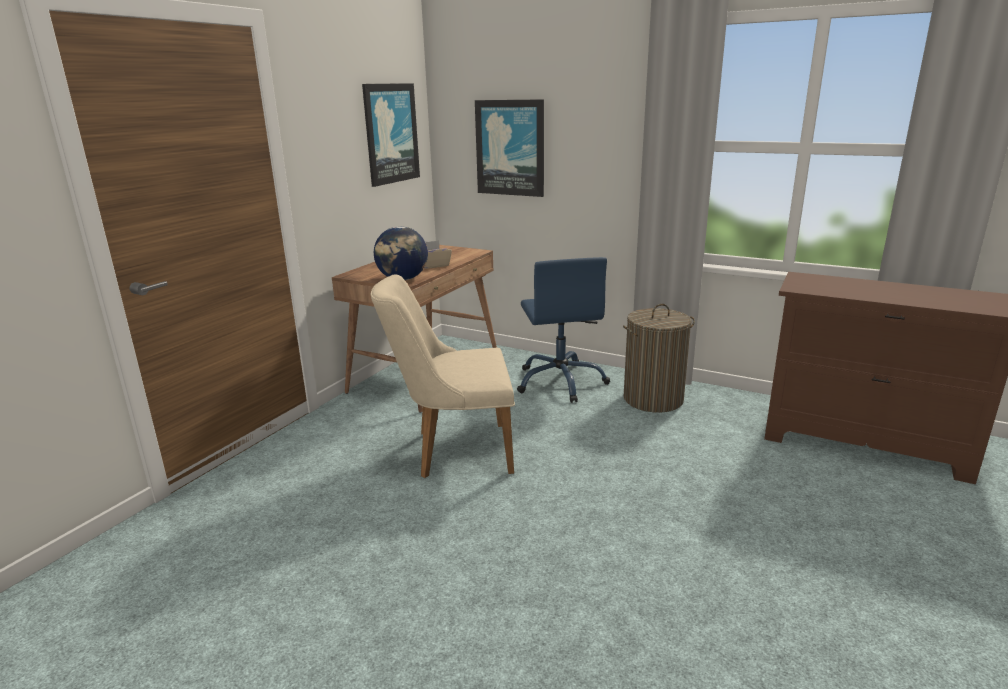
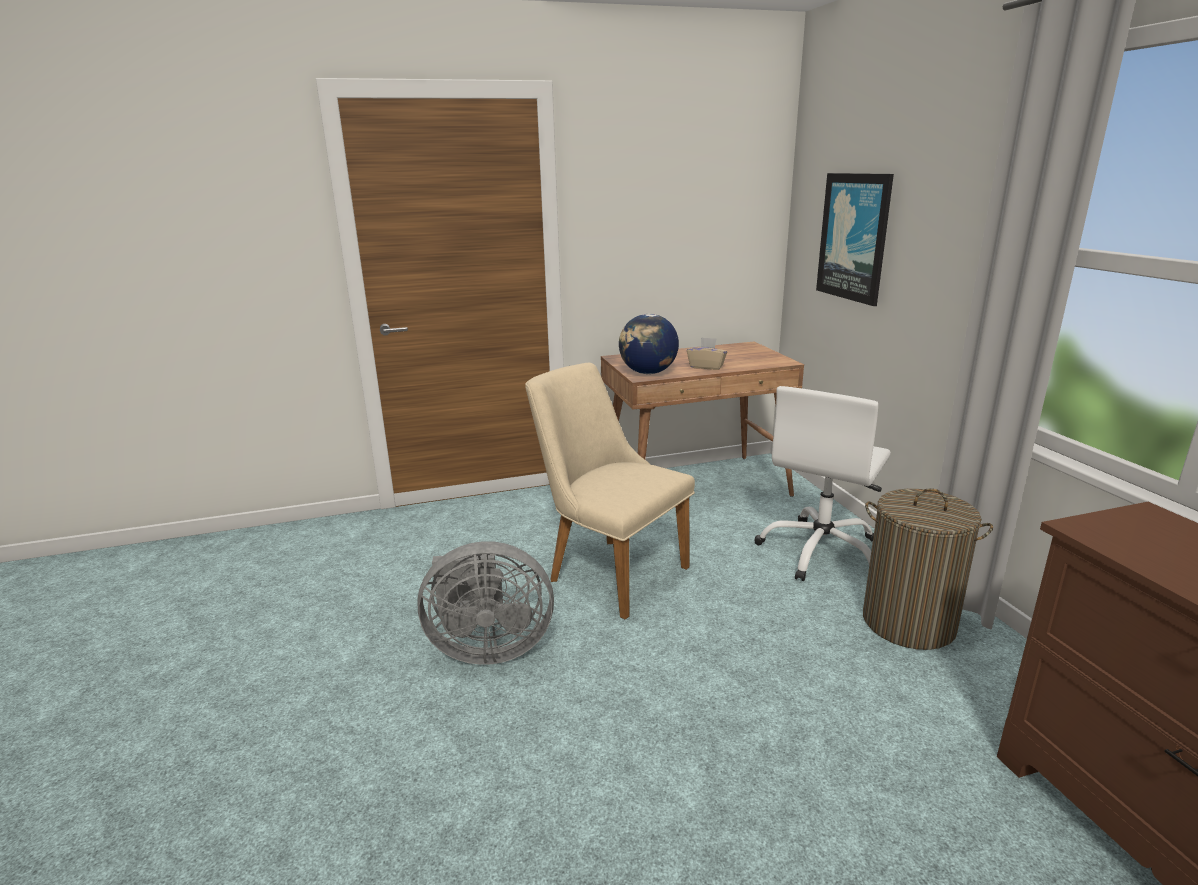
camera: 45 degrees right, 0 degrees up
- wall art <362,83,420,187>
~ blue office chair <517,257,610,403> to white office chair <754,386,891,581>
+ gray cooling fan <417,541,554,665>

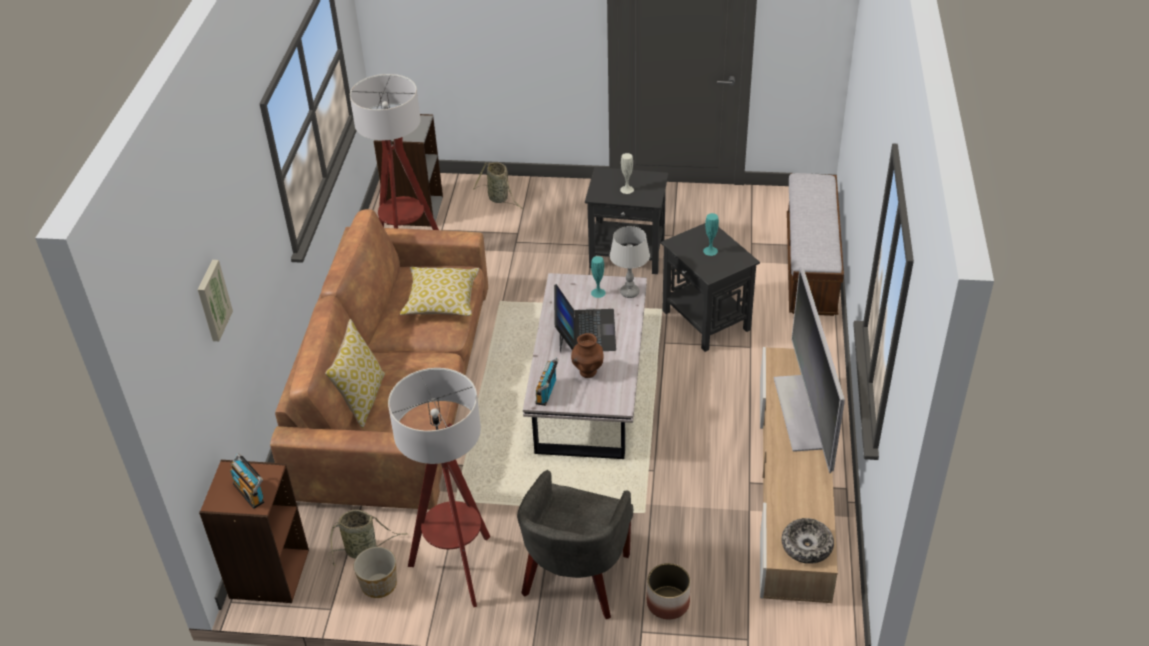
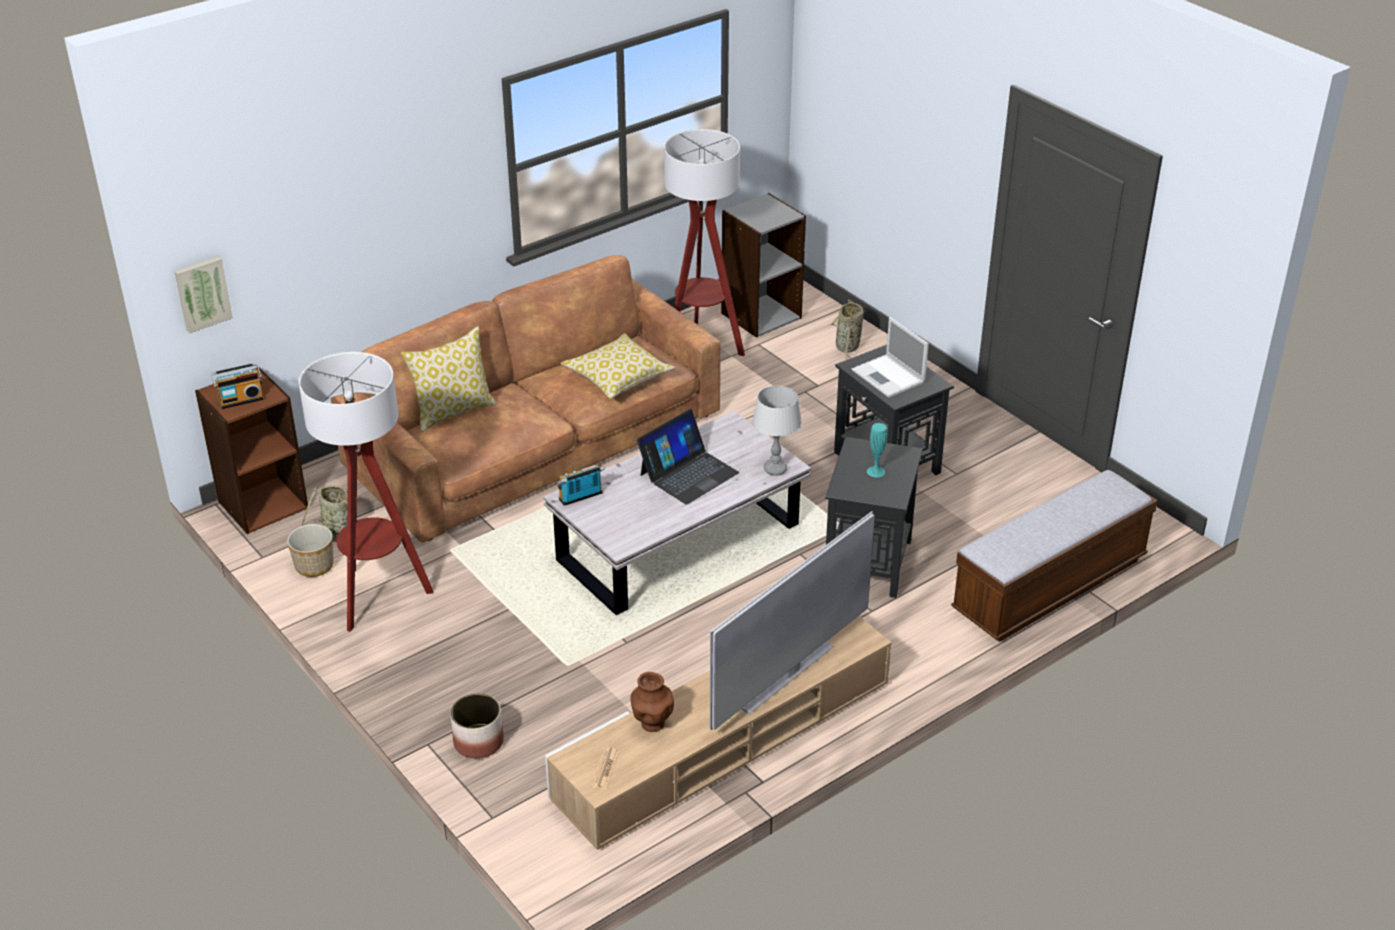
camera: 45 degrees right, 5 degrees down
~ white flower vase <620,153,634,194> to notebook computer <852,317,929,398>
- blue-green flower vase <591,256,606,298>
~ wall art <198,260,233,341> to <174,256,233,334>
~ brown-coloured flower vase <571,333,604,378> to <630,672,674,732>
~ radio <230,454,264,509> = <211,363,264,409> 120 degrees counterclockwise
- gray easy chair <517,470,633,619>
~ bowl <782,518,834,564> to newspaper <591,747,619,790>

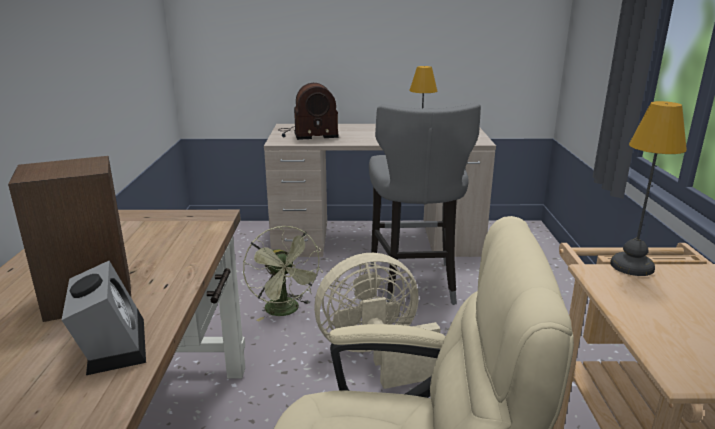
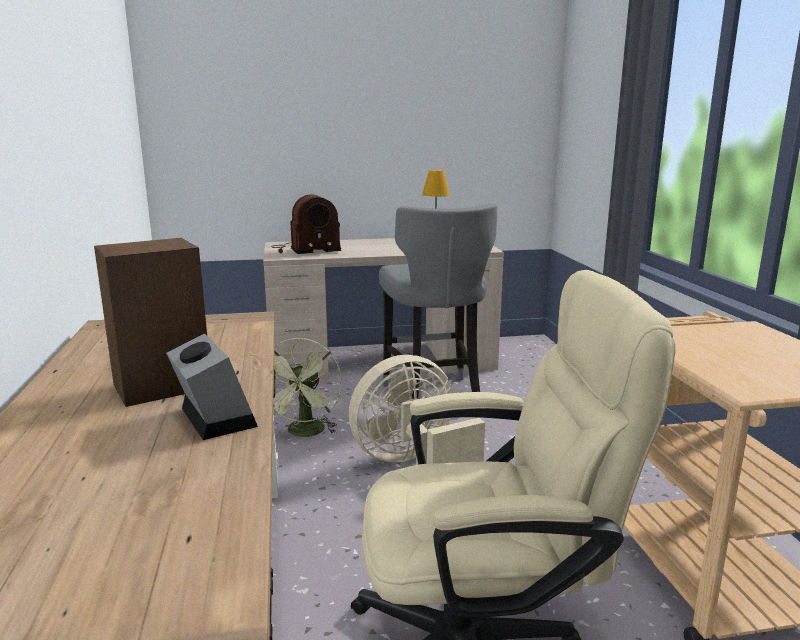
camera: 10 degrees left, 5 degrees down
- lamp for a table <610,101,687,276>
~ greenish cooling fan <243,226,323,322> = <273,338,342,437> 45 degrees clockwise

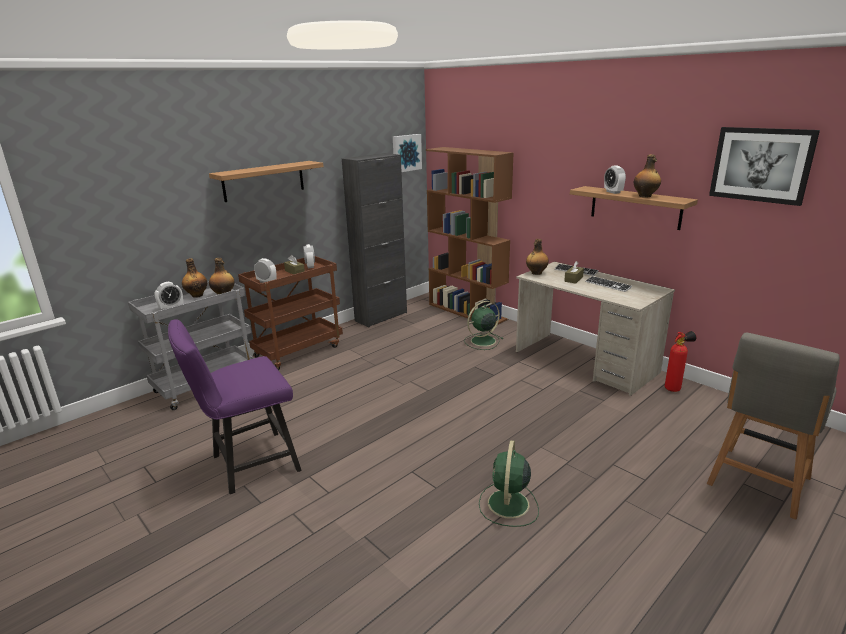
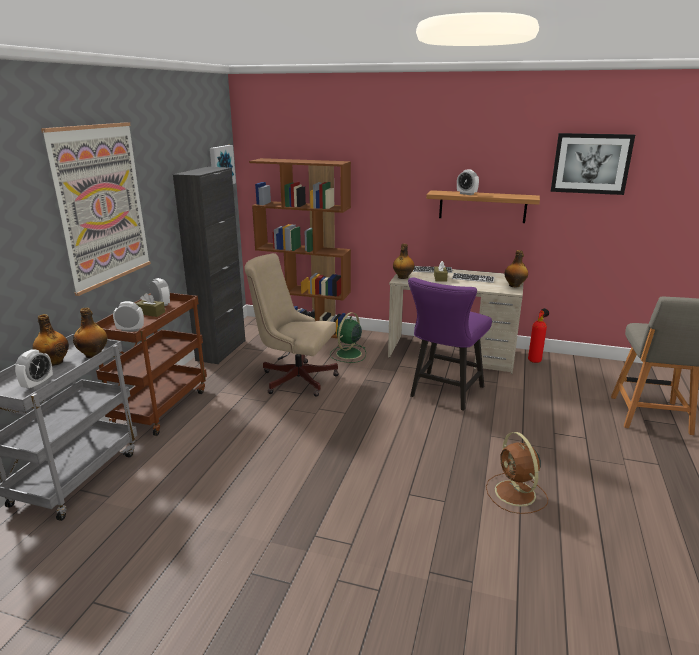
camera: 30 degrees left, 0 degrees up
~ drink bottle <634,155,661,198> to <504,250,528,288>
~ shelf <209,161,324,202> to wall art <41,122,151,296>
~ purplish upright chair <168,319,302,494> to <408,277,492,411>
~ greenish cooling fan <479,440,539,527> to brown-coloured cooling fan <486,432,548,514>
+ sand-coloured office chair <244,253,339,397>

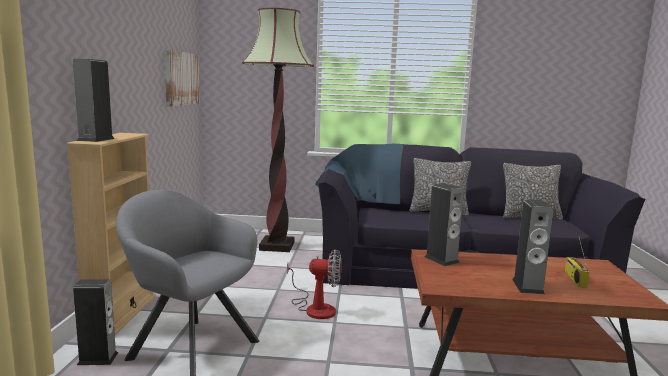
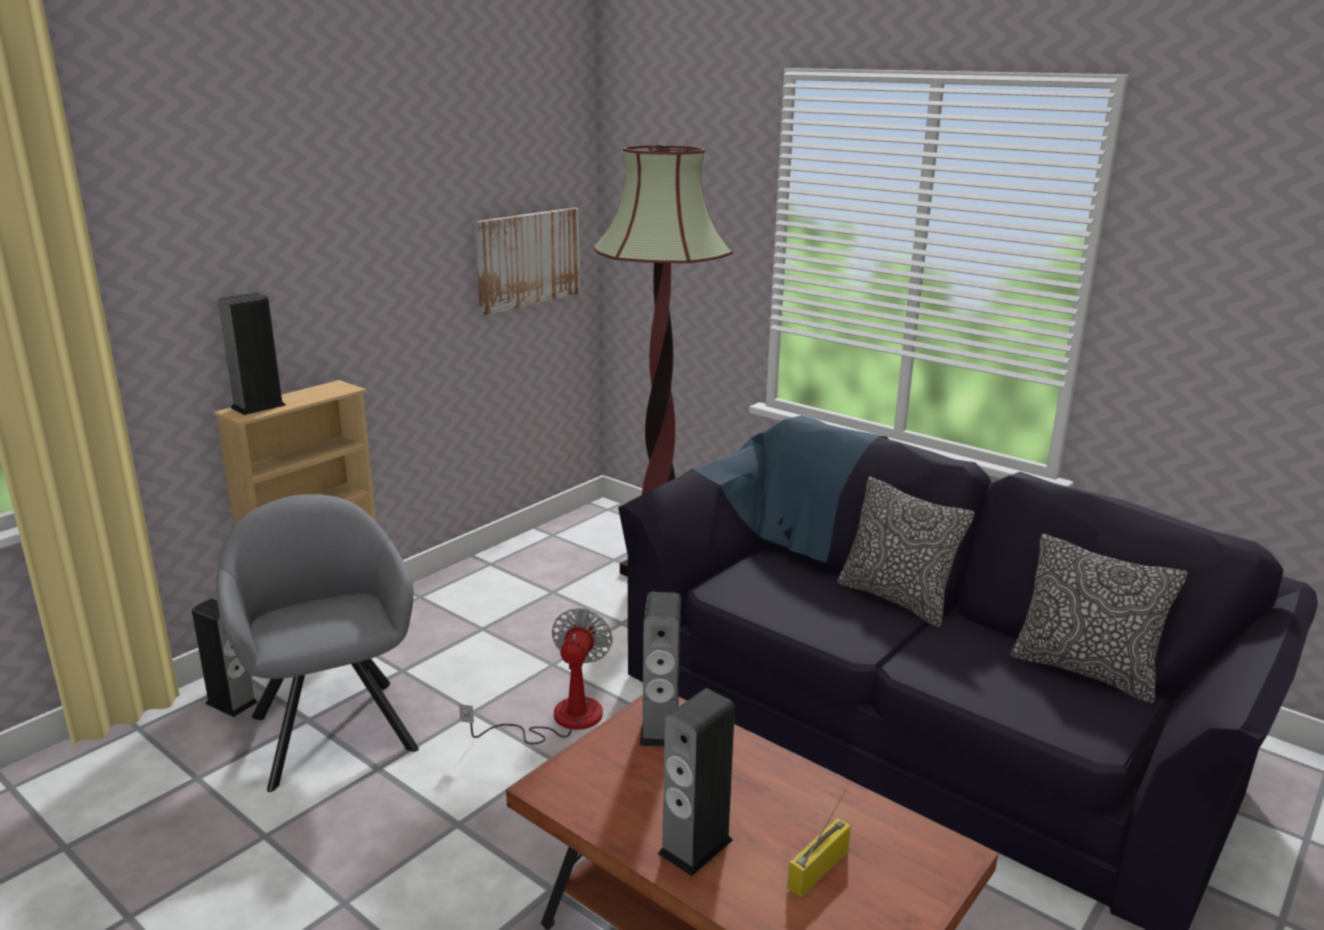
camera: 35 degrees right, 10 degrees up
~ cooling fan <287,249,342,319> = <459,608,613,744> 120 degrees counterclockwise

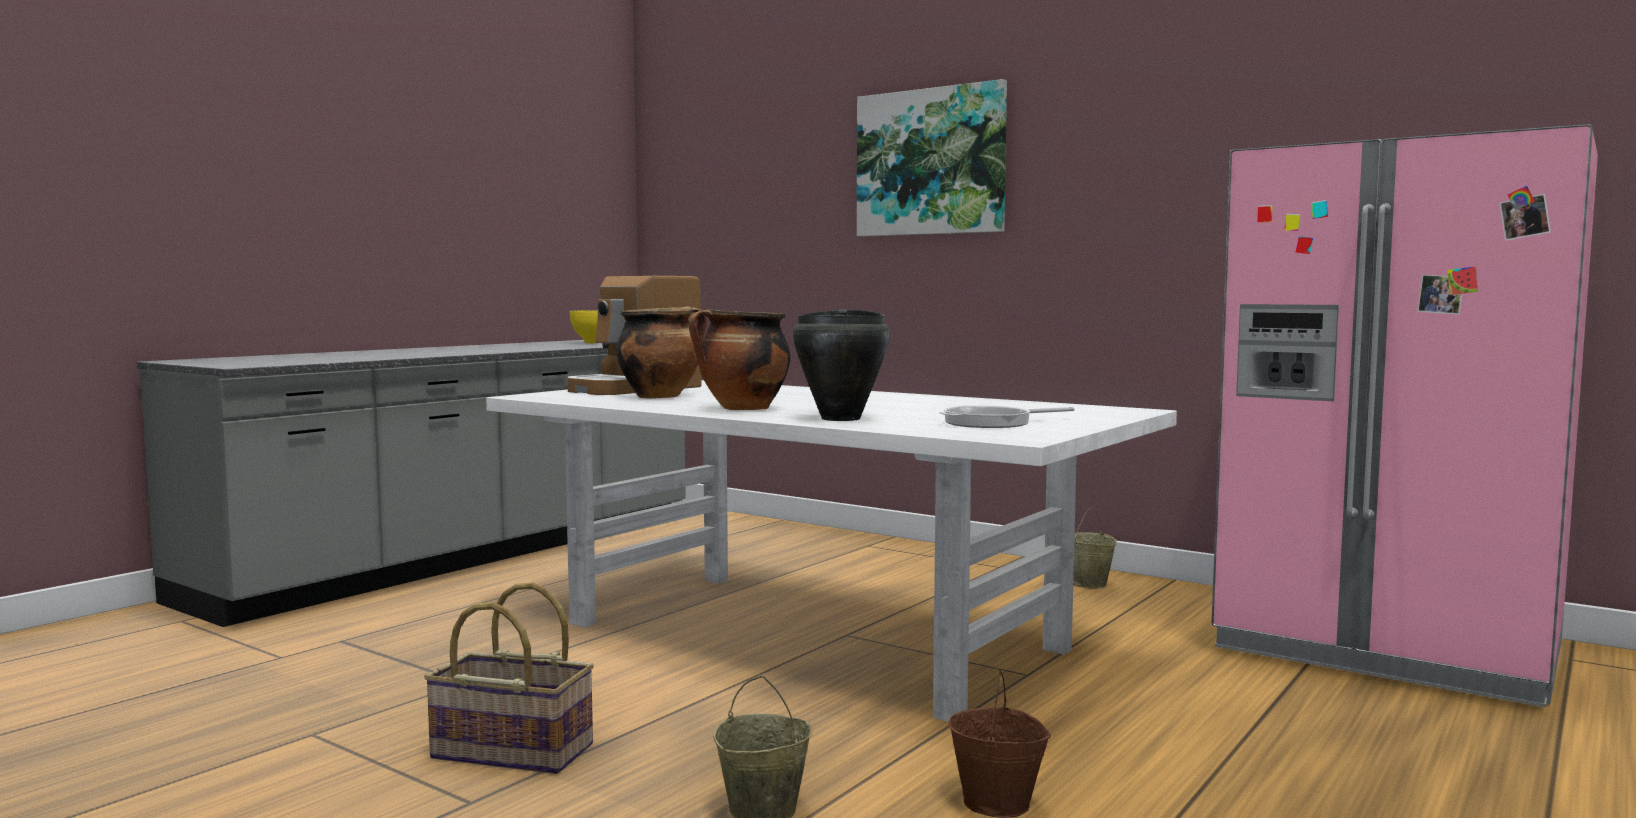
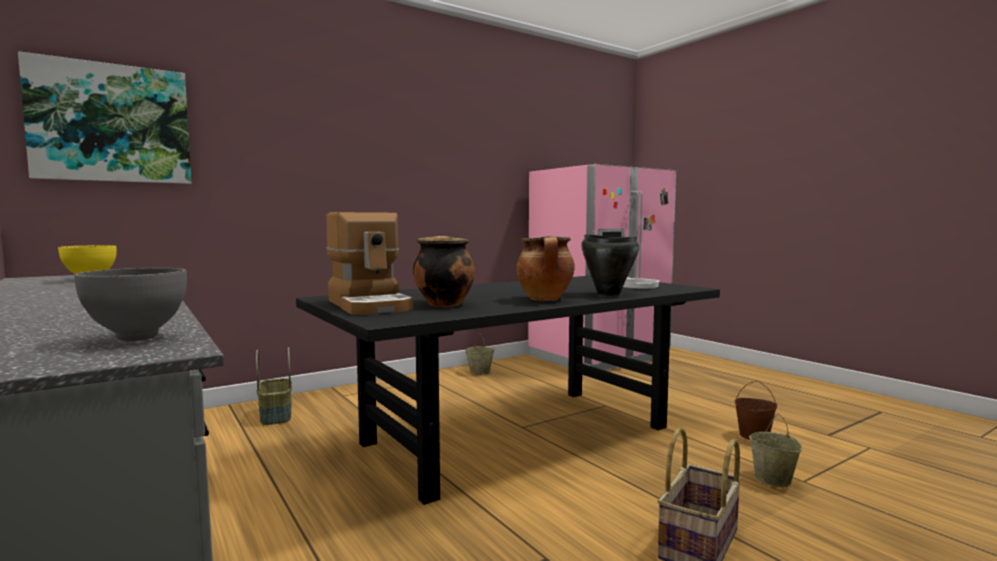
camera: 70 degrees left, 0 degrees up
~ wall art <857,79,1007,237> to <18,51,191,184>
~ white dinner table <486,380,1177,722> to black dinner table <296,276,720,505>
+ gray bowl <74,268,187,341>
+ basket <256,347,292,425>

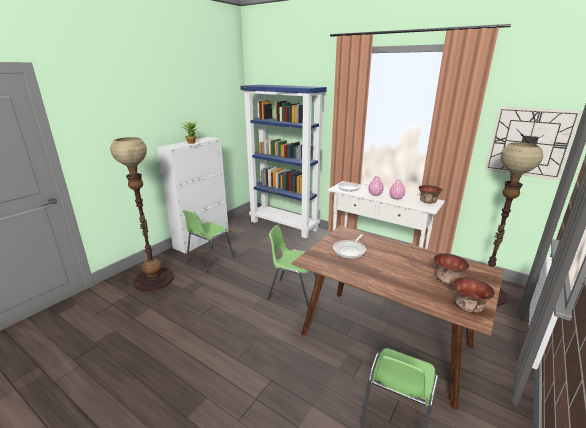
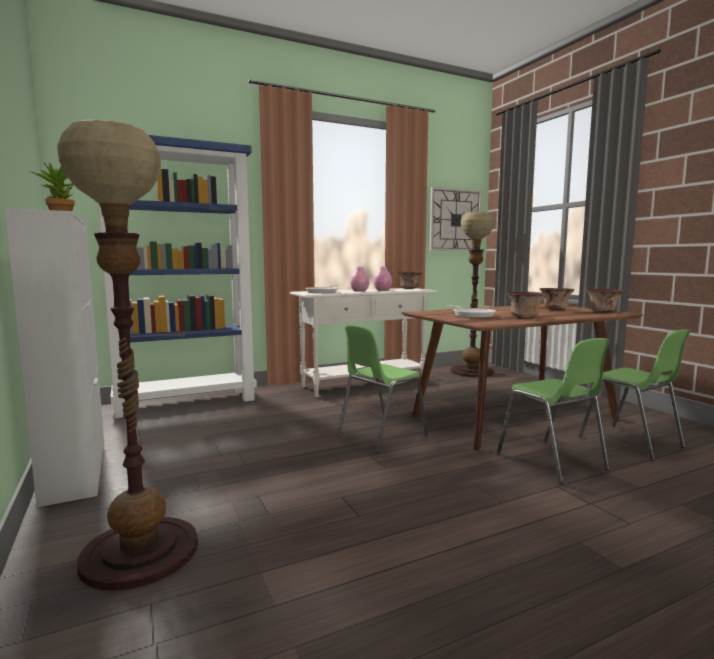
camera: 60 degrees left, 15 degrees down
~ greenish upright chair <183,210,235,273> to <497,338,610,484>
+ bowl <507,292,546,318>

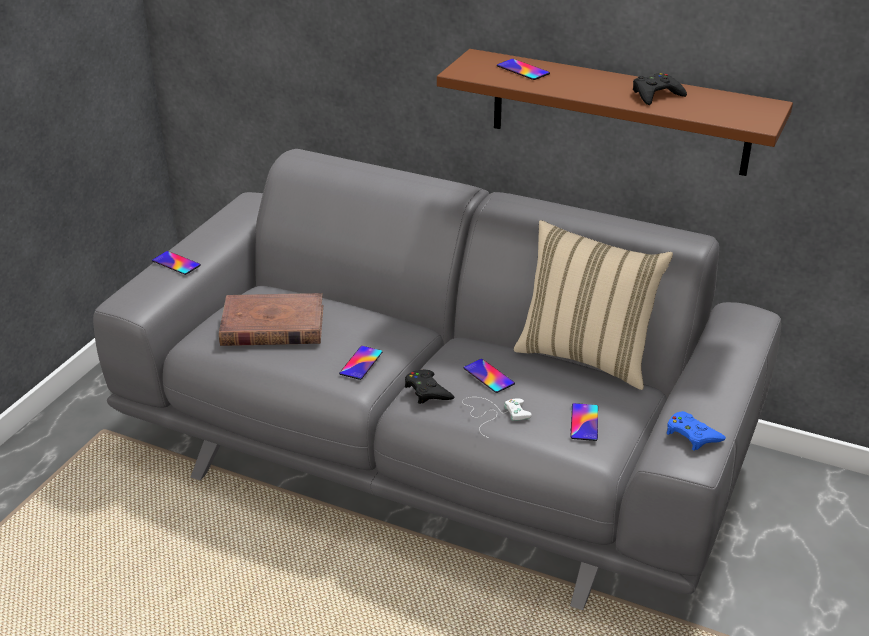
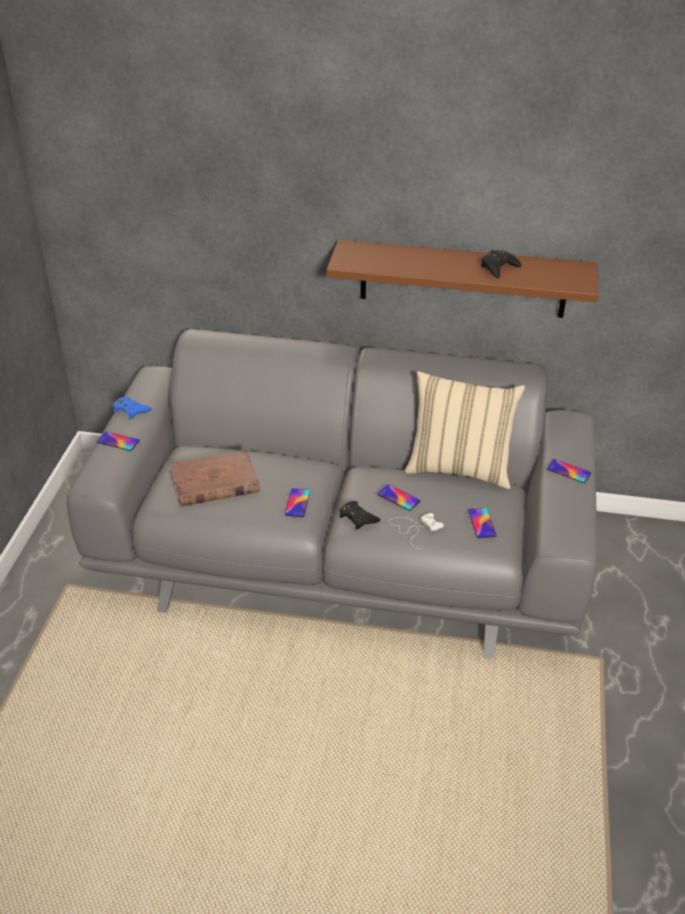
camera: 15 degrees left, 5 degrees up
~ phone <497,59,550,80> to <547,459,591,483>
~ blue joypad <667,411,726,451> to <113,396,152,419>

